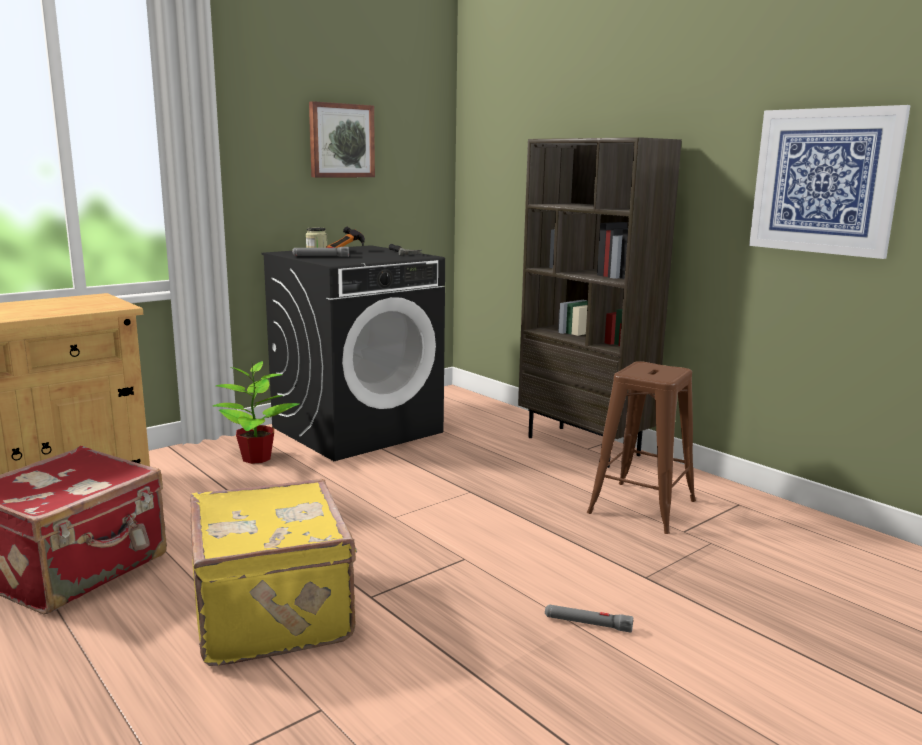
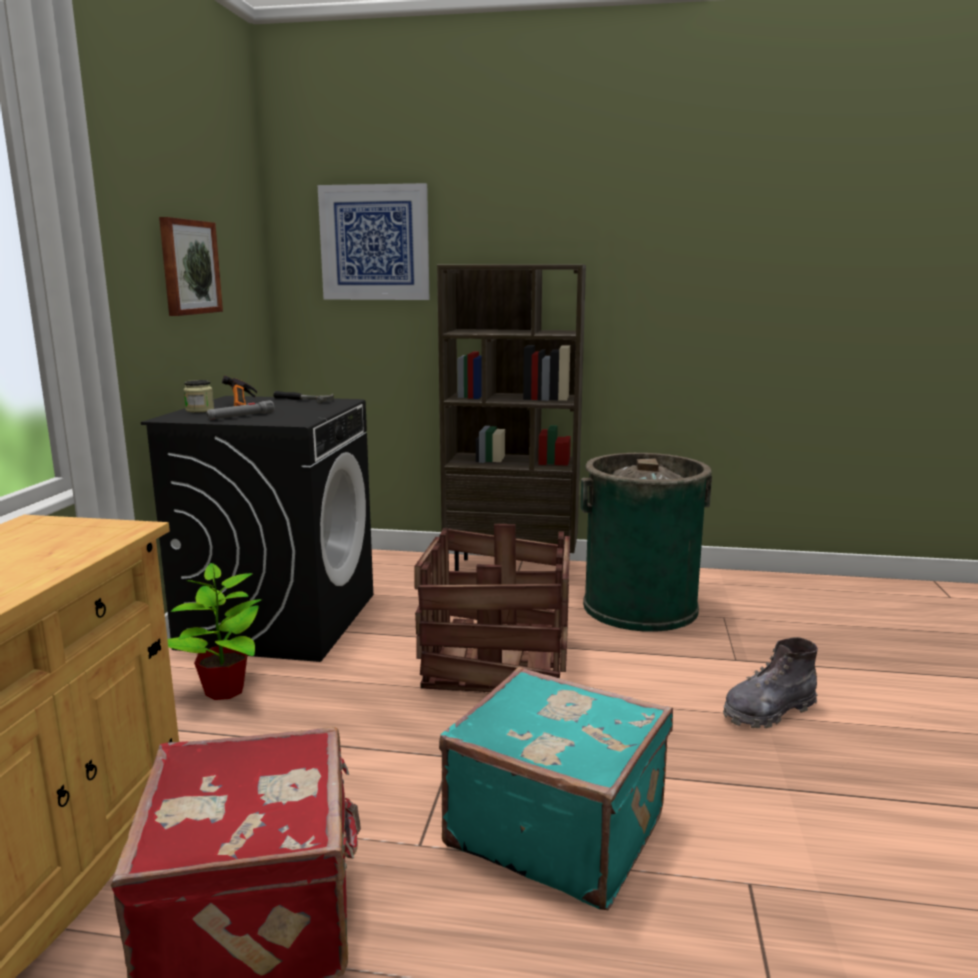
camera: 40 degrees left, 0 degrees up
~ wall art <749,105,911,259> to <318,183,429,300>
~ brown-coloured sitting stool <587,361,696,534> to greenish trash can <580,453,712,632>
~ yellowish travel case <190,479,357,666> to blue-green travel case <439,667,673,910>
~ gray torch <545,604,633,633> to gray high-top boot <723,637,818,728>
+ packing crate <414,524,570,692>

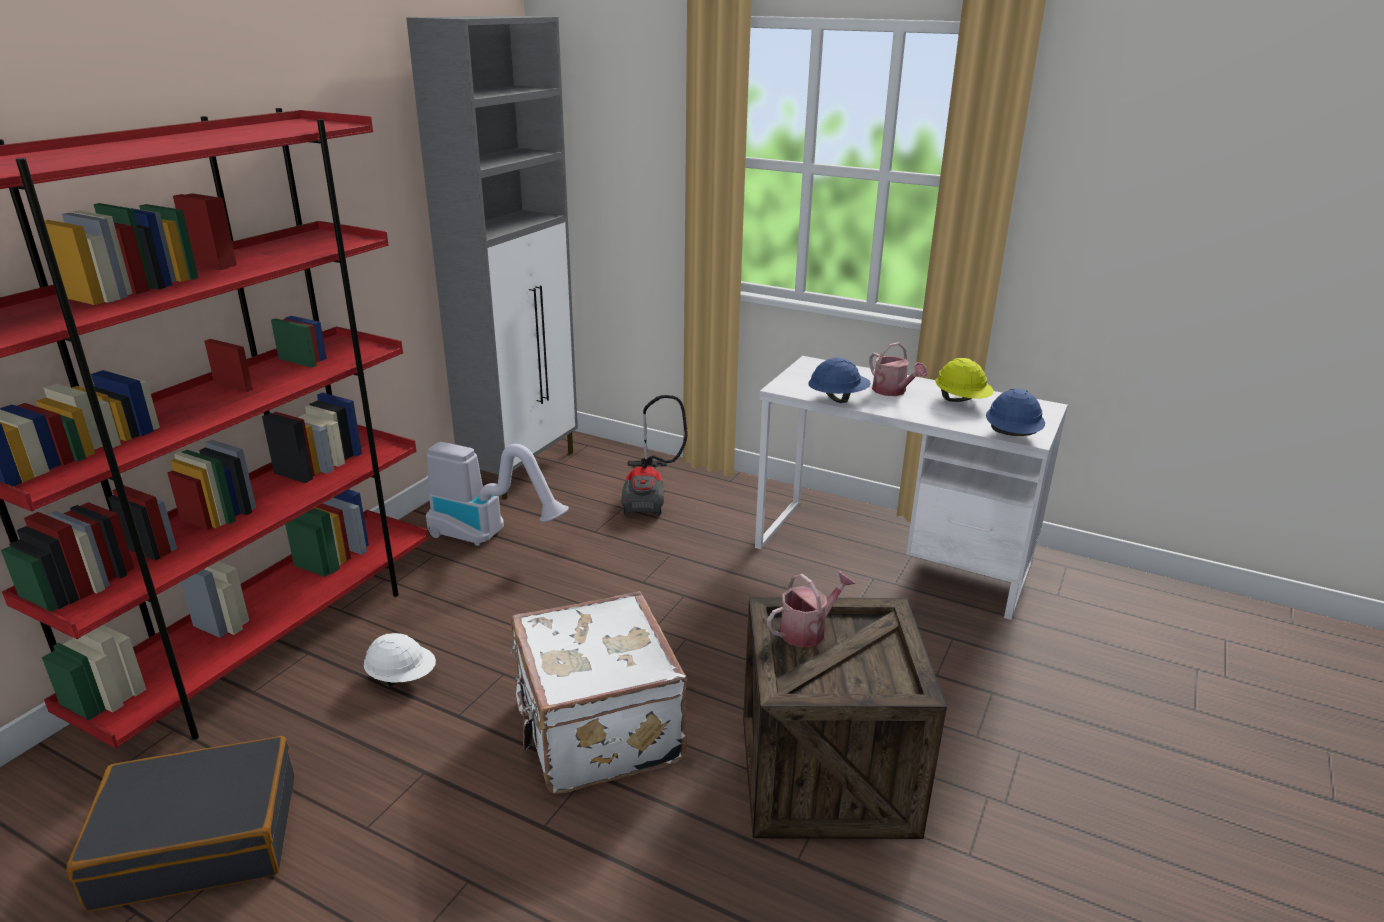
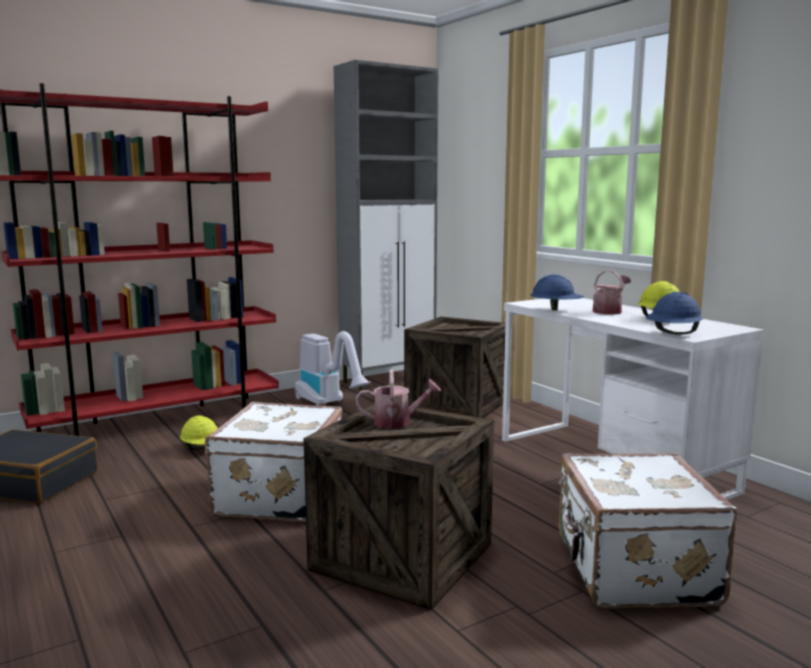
camera: 30 degrees right, 15 degrees down
~ watering pot <869,342,927,396> = <592,270,631,315> 135 degrees counterclockwise
~ vacuum cleaner <621,395,688,516> to packing crate <404,317,505,418>
~ white hard hat <364,633,436,687> to yellowish hard hat <180,415,218,450>
+ white travel case <558,453,737,609>

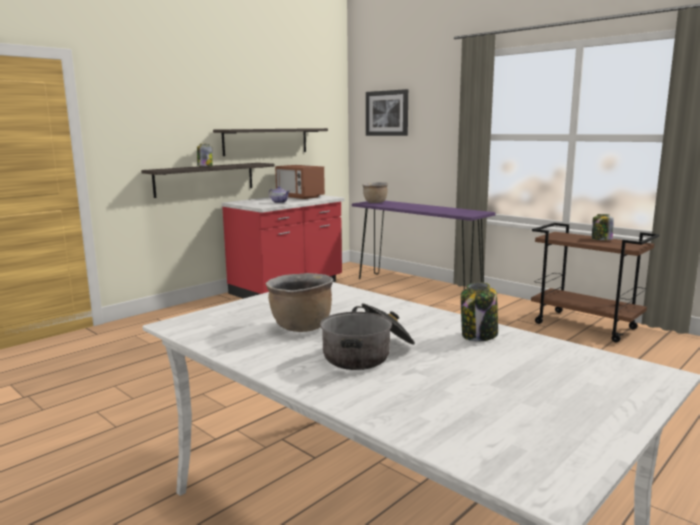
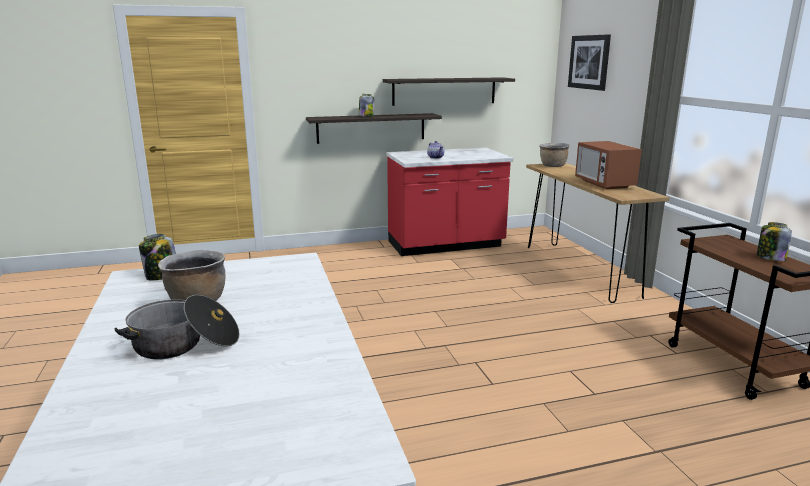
camera: 30 degrees right, 5 degrees up
~ kitchen microwave <275,165,325,199> to <575,141,642,189>
~ purplish hall table <352,201,496,290> to brown-coloured hall table <526,163,669,303>
~ preserve jar <461,282,498,341> to <139,234,176,281>

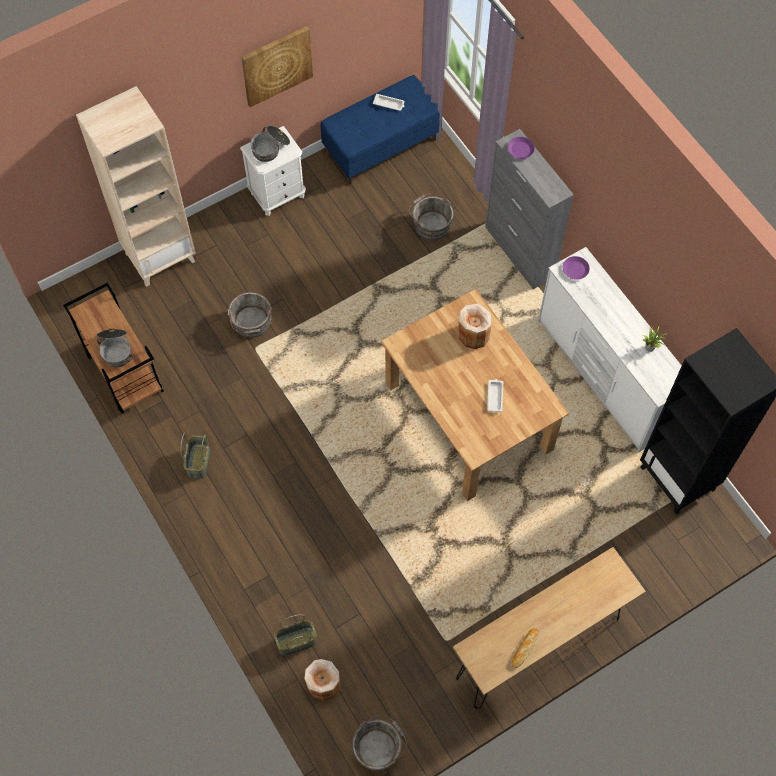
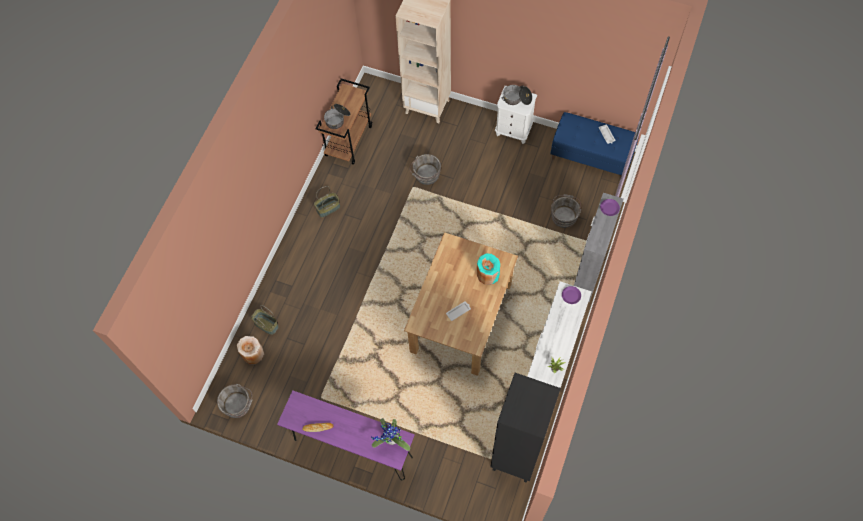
camera: 55 degrees right, 0 degrees up
- wall art <241,26,313,107>
~ sand-coloured flower vase <459,304,491,349> to blue-green flower vase <477,253,500,285>
~ brown-coloured hall table <453,547,646,709> to purplish hall table <277,390,415,480>
+ houseplant <371,418,410,451>

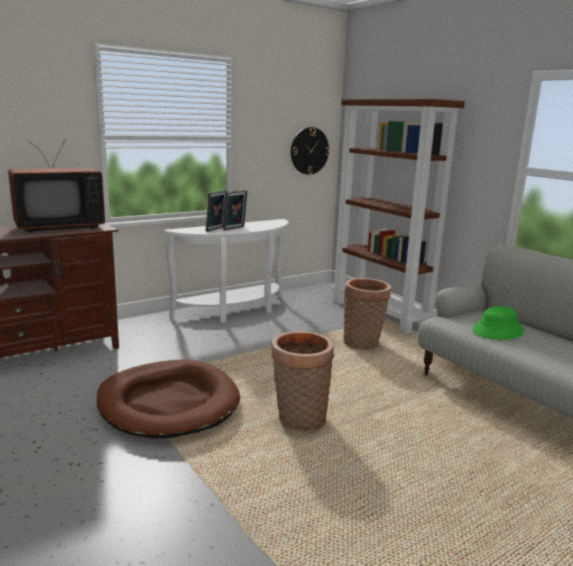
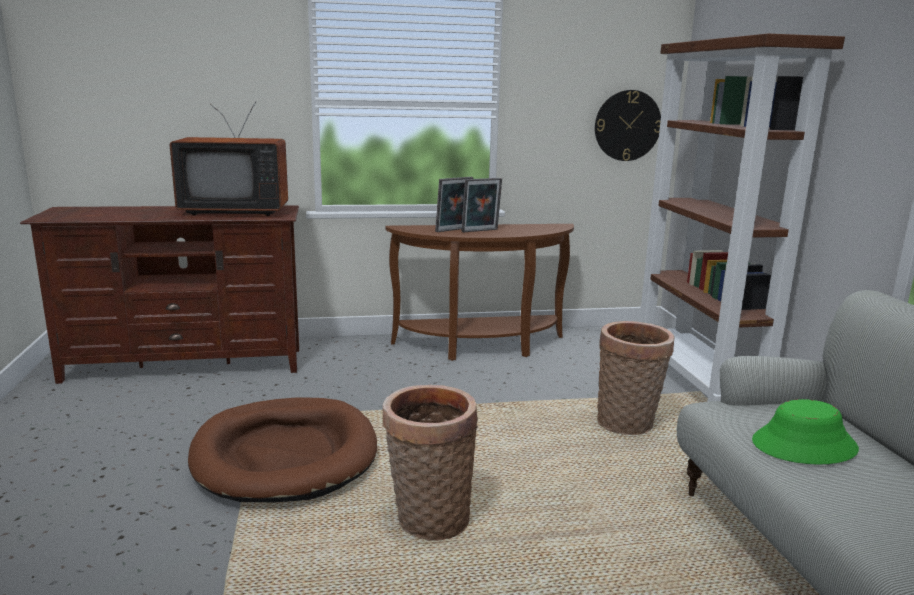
camera: 25 degrees right, 0 degrees up
~ white hall table <163,219,288,323> to brown-coloured hall table <385,224,574,361>

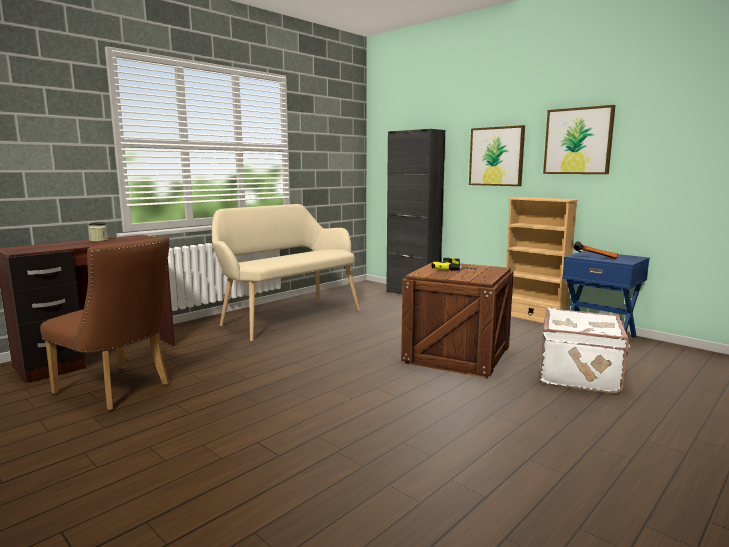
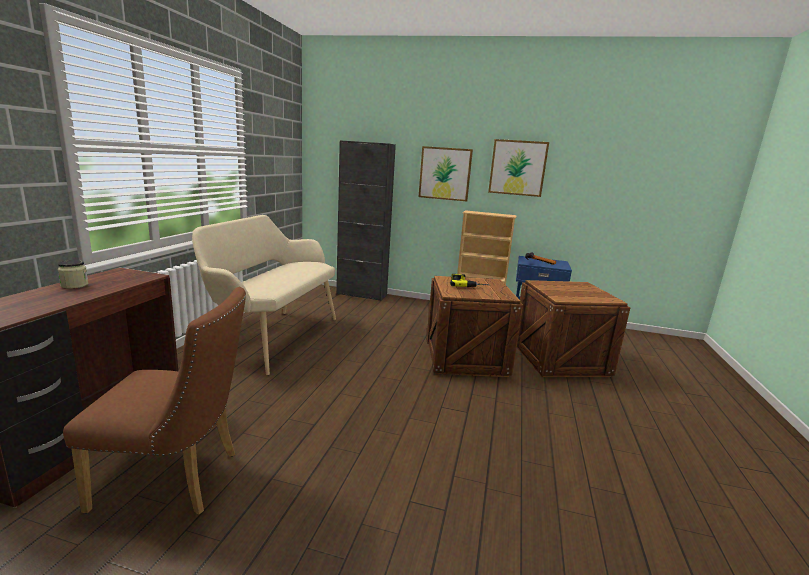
camera: 30 degrees left, 5 degrees up
~ white travel case <539,308,631,394> to packing crate <517,280,631,377>

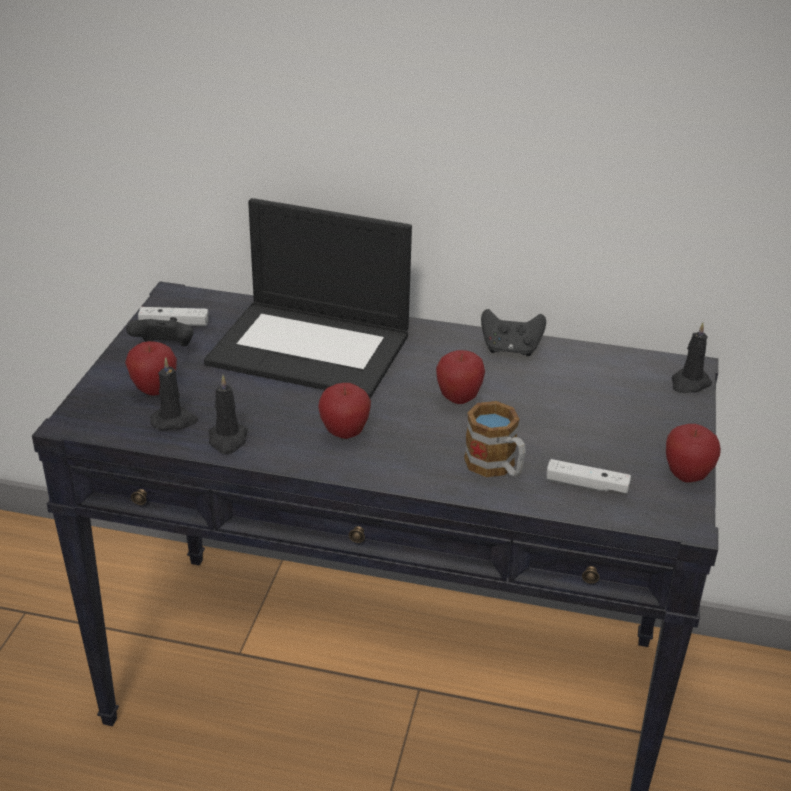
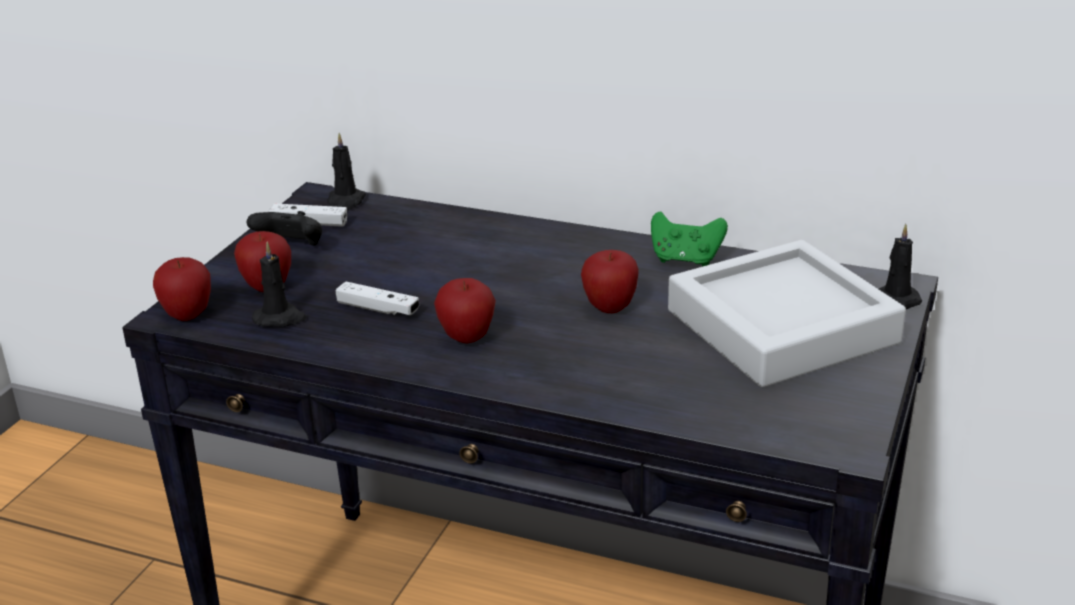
camera: 10 degrees right, 5 degrees down
- notebook computer <204,198,412,399>
~ black joypad <481,309,546,356> to greenish joypad <651,211,728,266>
~ black wax light <209,375,248,454> to <328,133,366,210>
- mug <464,401,526,477>
~ apple <666,424,721,482> to <153,257,211,321>
~ white joypad <547,459,631,493> to <335,281,419,315>
+ gray serving tray <668,240,906,387>

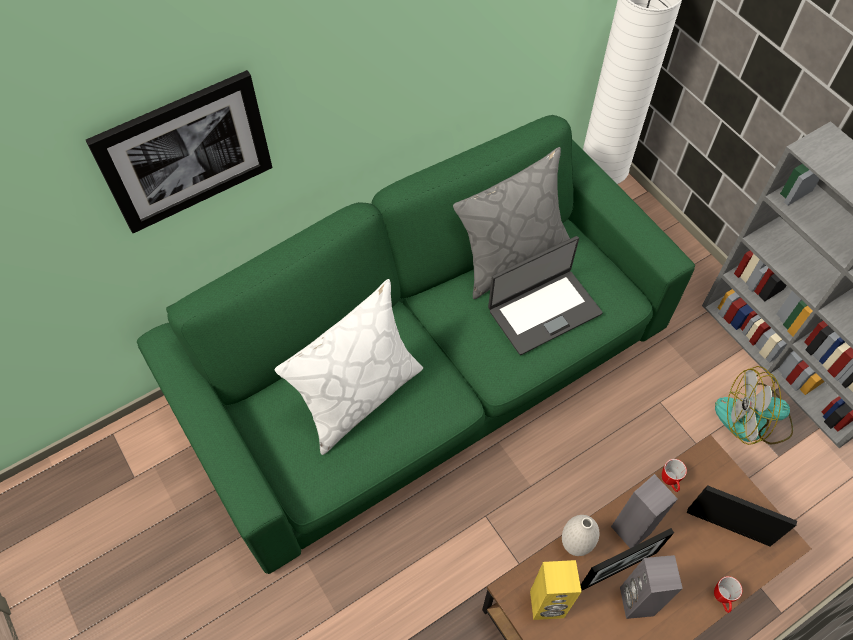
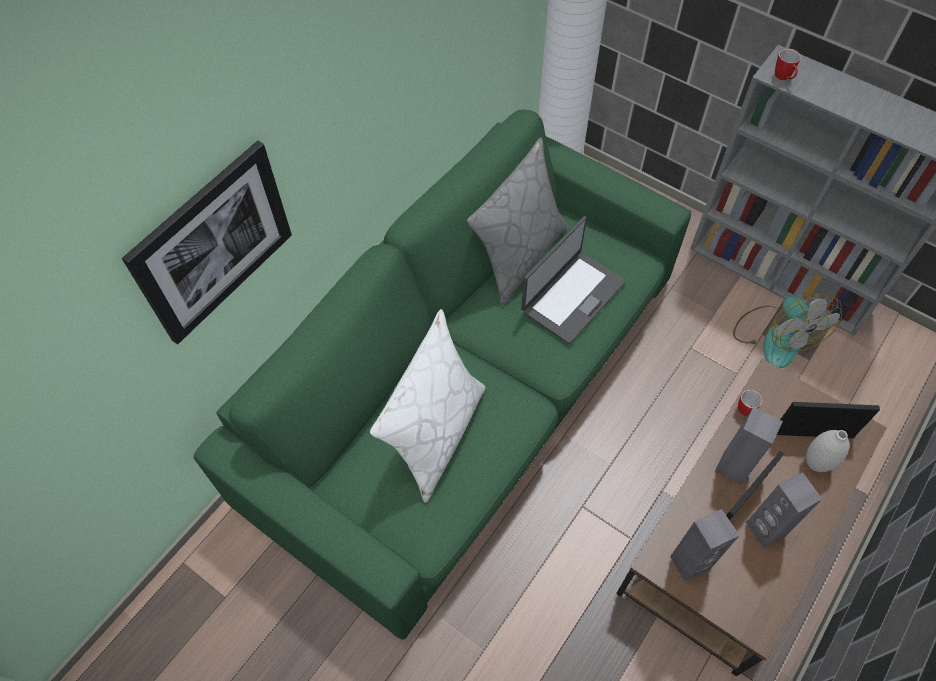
camera: 20 degrees left, 0 degrees up
~ cooling fan <715,366,793,445> = <733,293,842,368> 90 degrees counterclockwise
~ white flower vase <562,515,599,556> to <806,430,849,472>
~ yellowish audio speaker <530,560,582,620> to gray audio speaker <670,509,740,581>
~ mug <714,576,742,613> to <775,49,801,80>

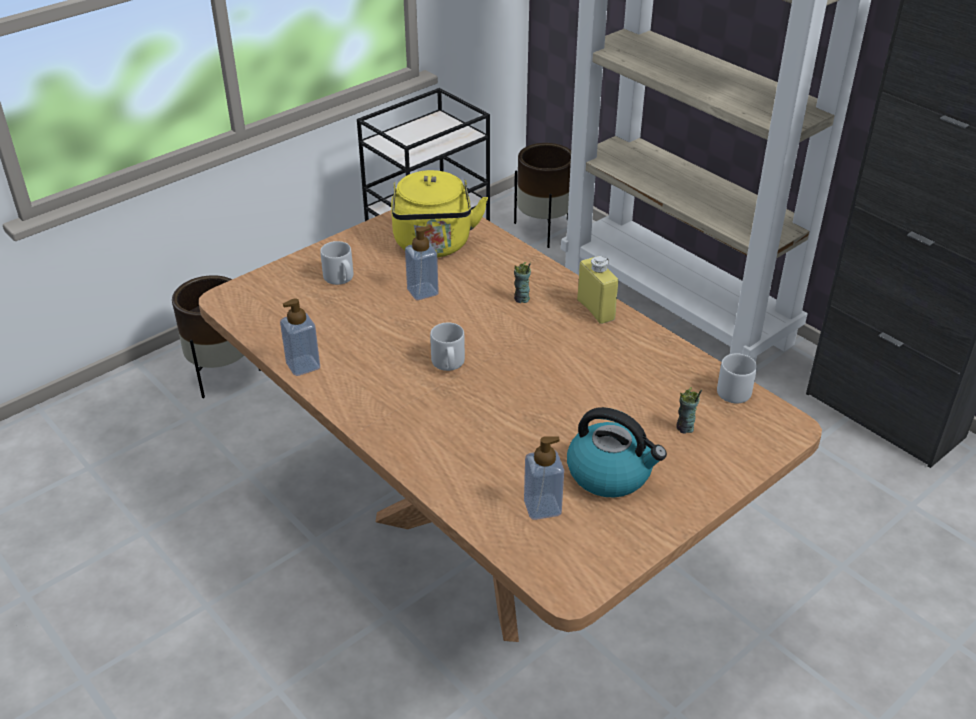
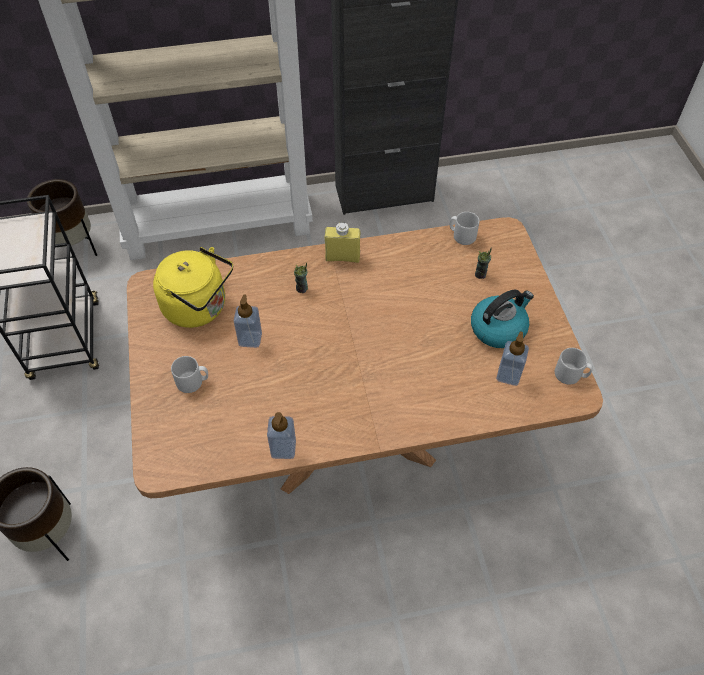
camera: 60 degrees left, 15 degrees up
~ gray mug <430,323,465,371> to <555,348,593,385>

